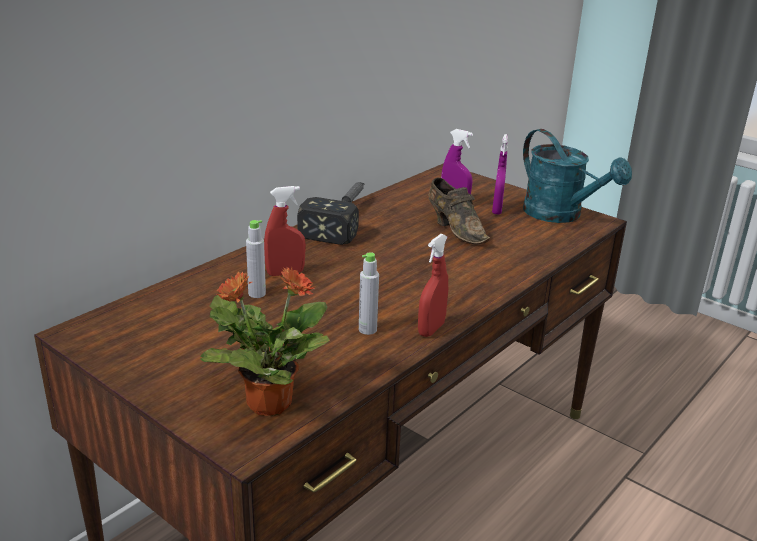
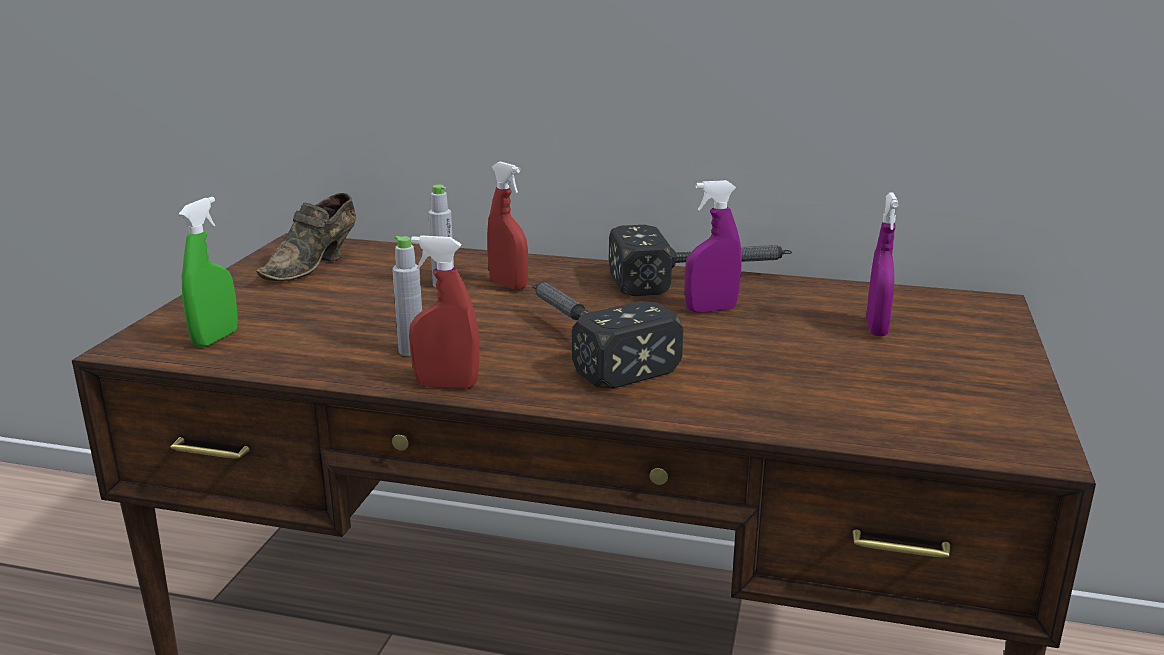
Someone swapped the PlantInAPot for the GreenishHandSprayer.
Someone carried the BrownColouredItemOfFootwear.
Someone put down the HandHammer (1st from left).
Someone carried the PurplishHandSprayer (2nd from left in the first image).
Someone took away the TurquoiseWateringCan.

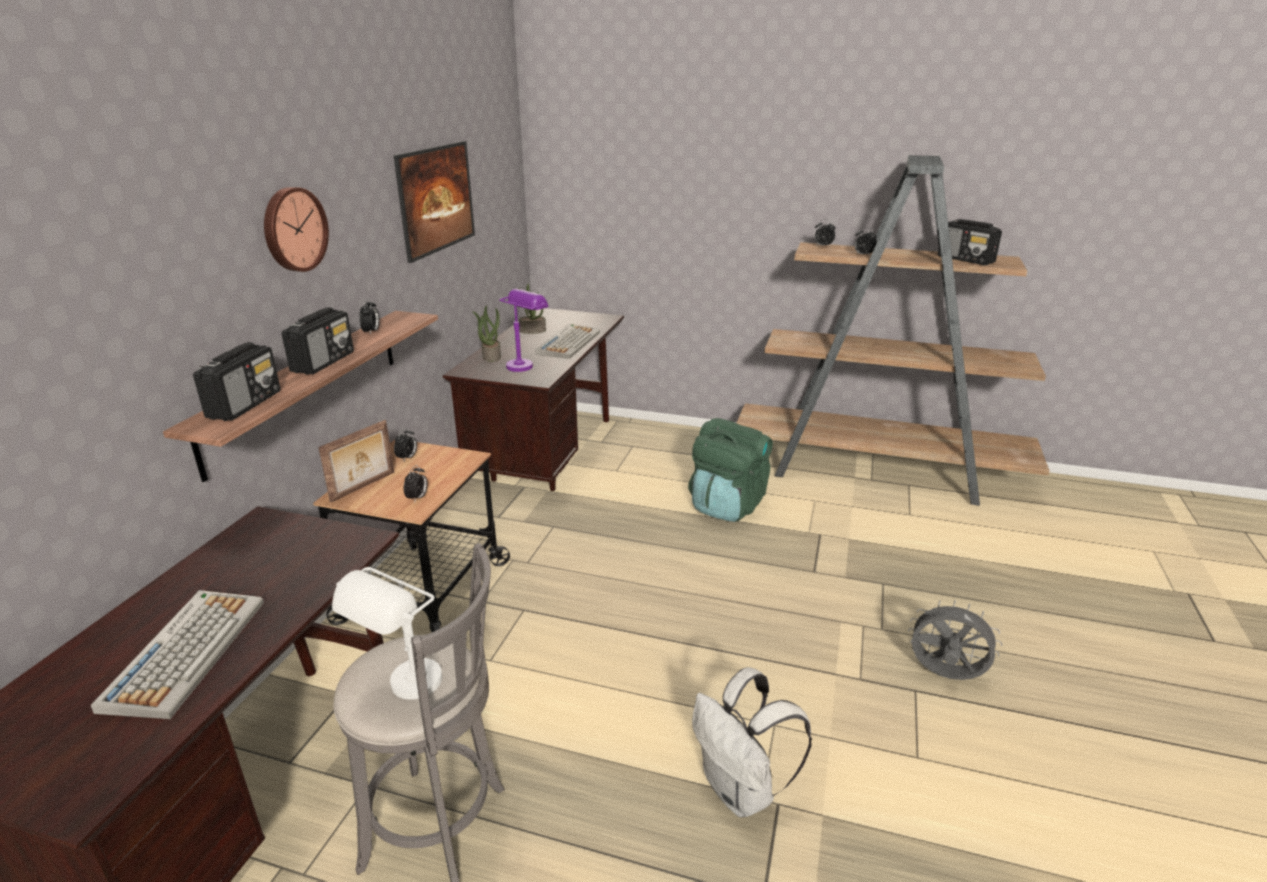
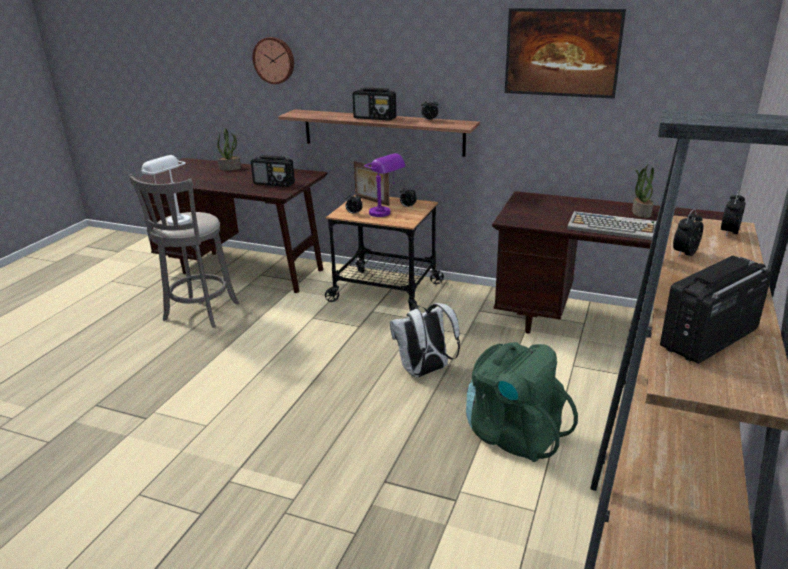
Someone carried the PlantInAPot (1st from left).
Someone carried the RadioSet (1st from left).
Someone carried the HangingClock.
Someone carried the PurplishLampForATable.
Someone carried the WhiteColouredRucksack.
Someone took away the PcKeyboard (1st from left).
Someone took away the GreyishCoolingFan.

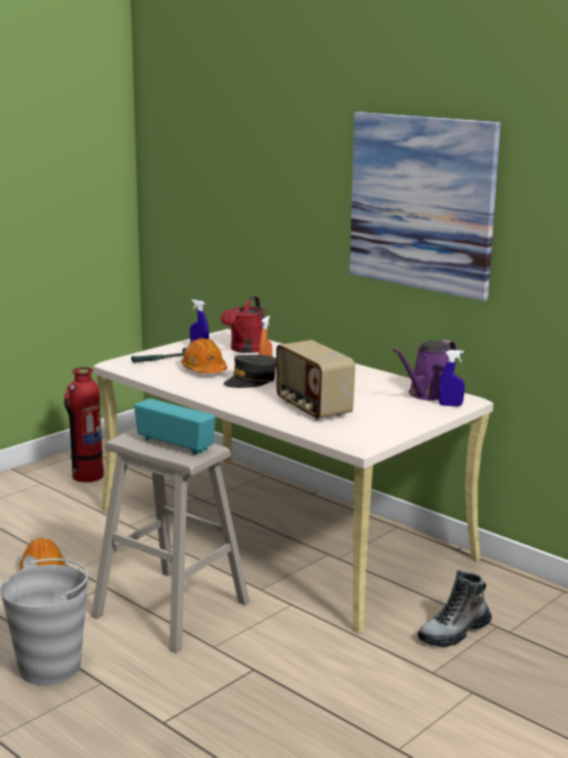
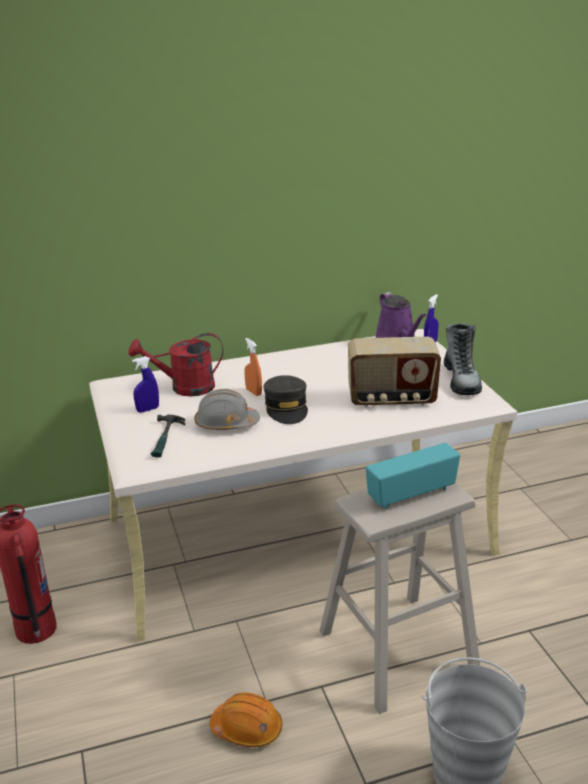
Someone rotated the RedWateringCan by 120 degrees clockwise.
Someone repainted the OrangeWorkHelmet (2nd from left), which became the GreyishWorkHelmet.
Someone carried the TallBoot.
Someone took away the WallArt.

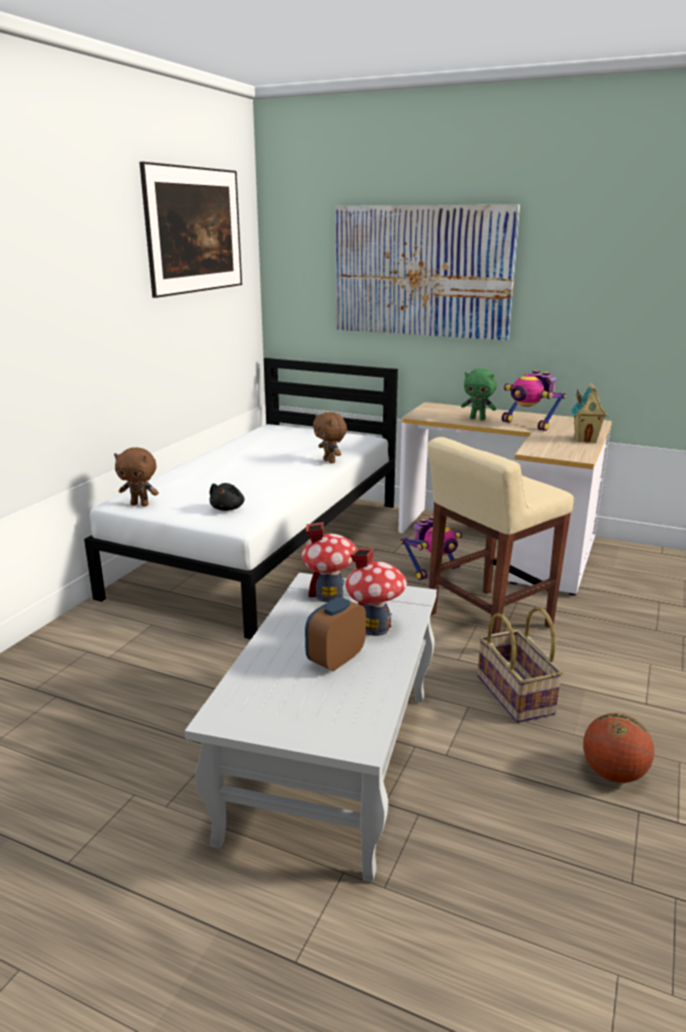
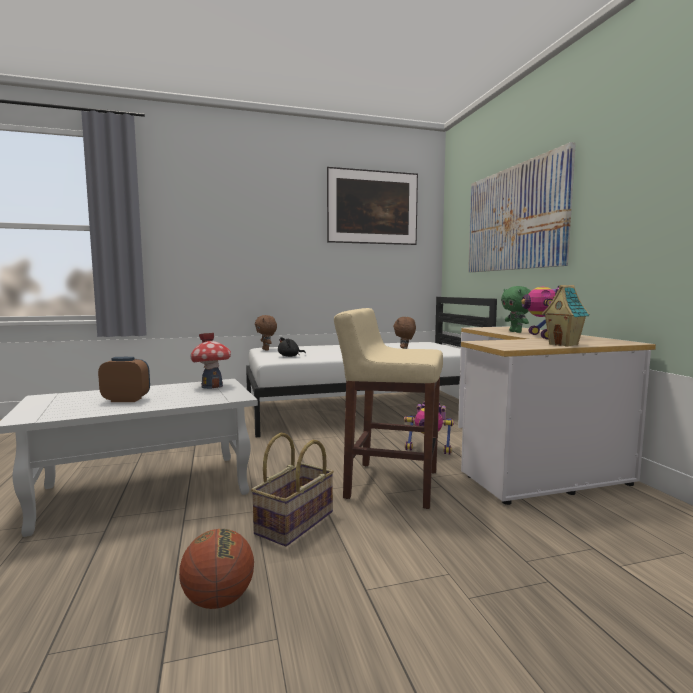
Someone took away the ModelHouse (2nd from left).

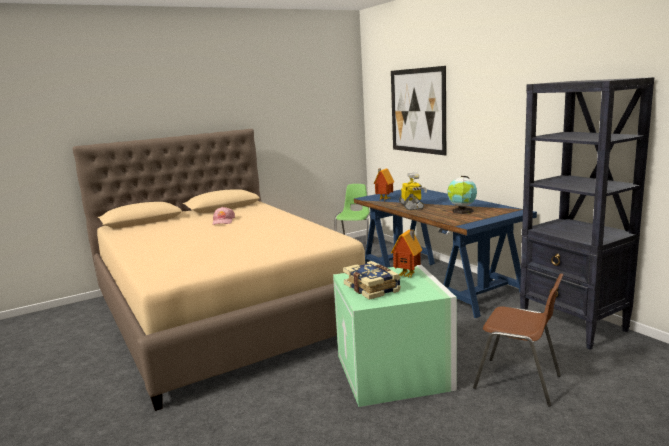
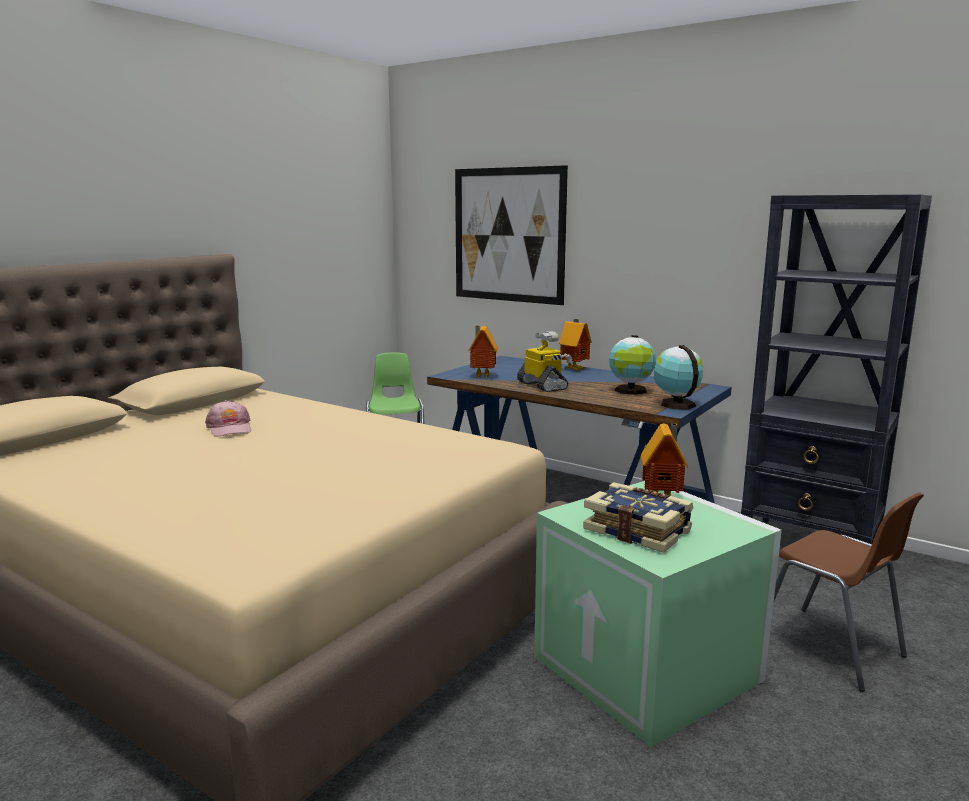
Someone put down the ModelHouse (2nd from left).
Someone put down the DeskGlobe (2nd from left).
Someone rotated the BrownColouredUprightChair by 45 degrees clockwise.

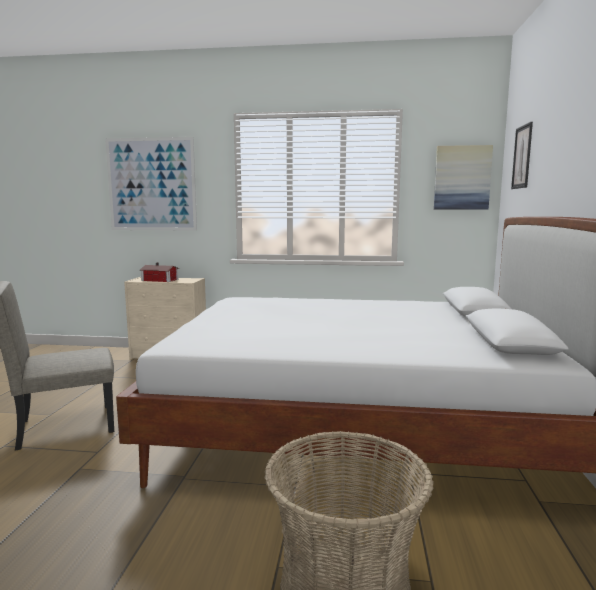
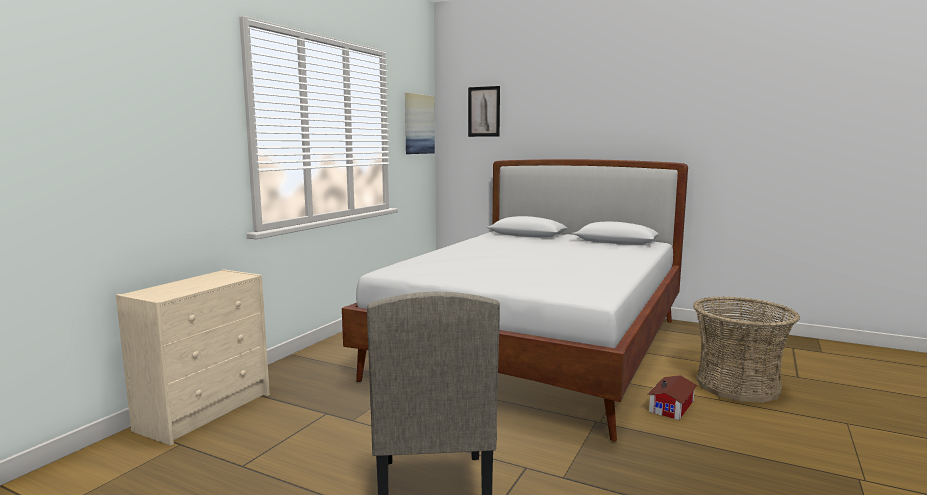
Someone carried the ModelHouse.
Someone took away the WallArt (1st from left).

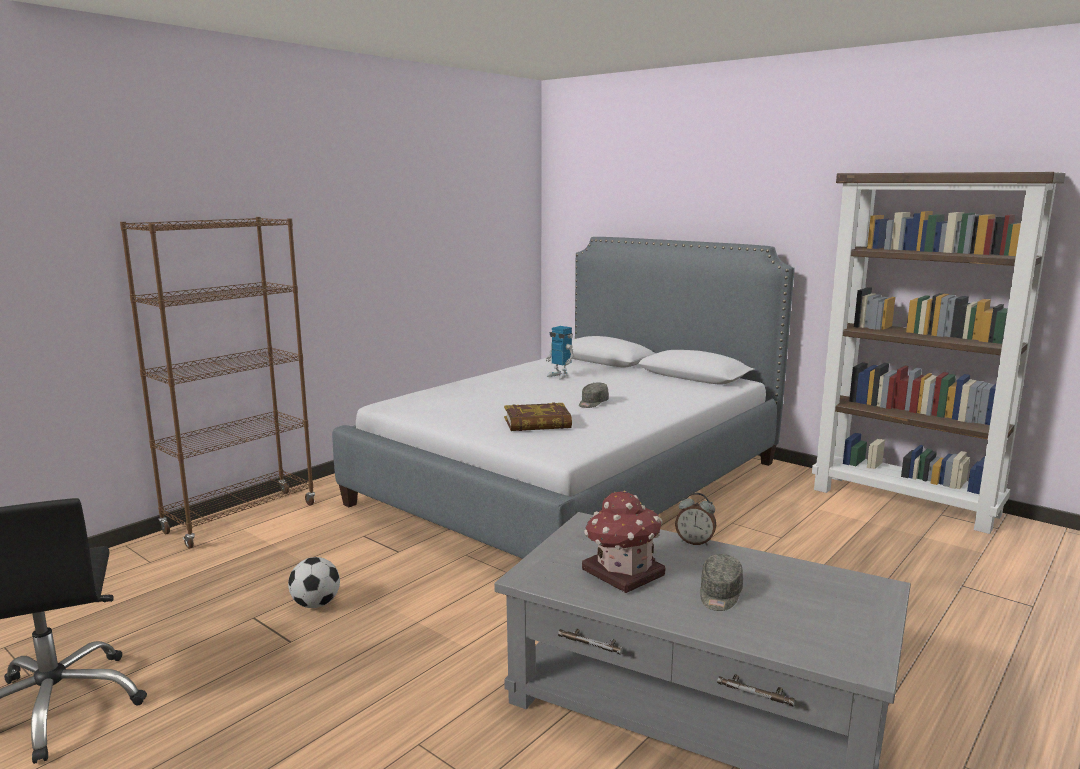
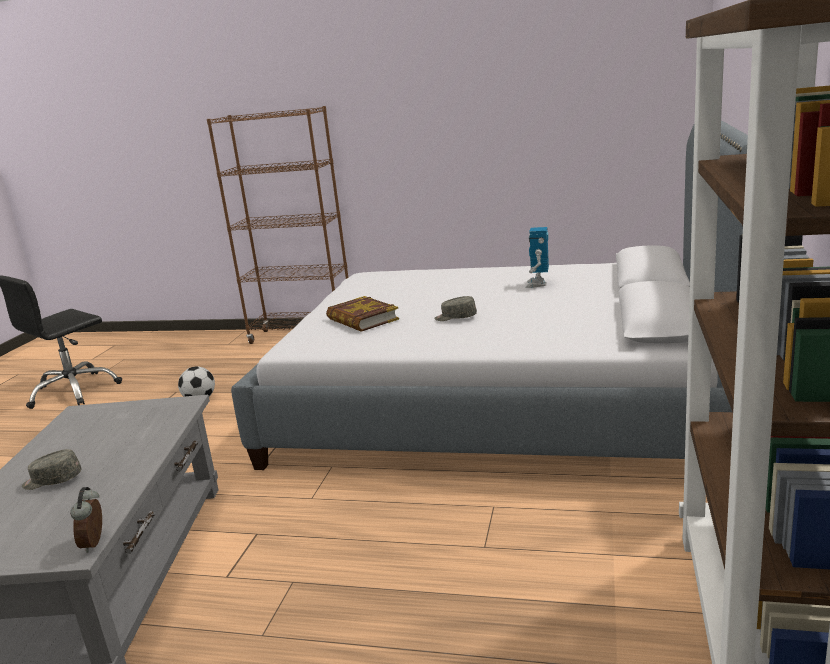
Someone carried the TableClock.
Someone took away the ModelHouse.

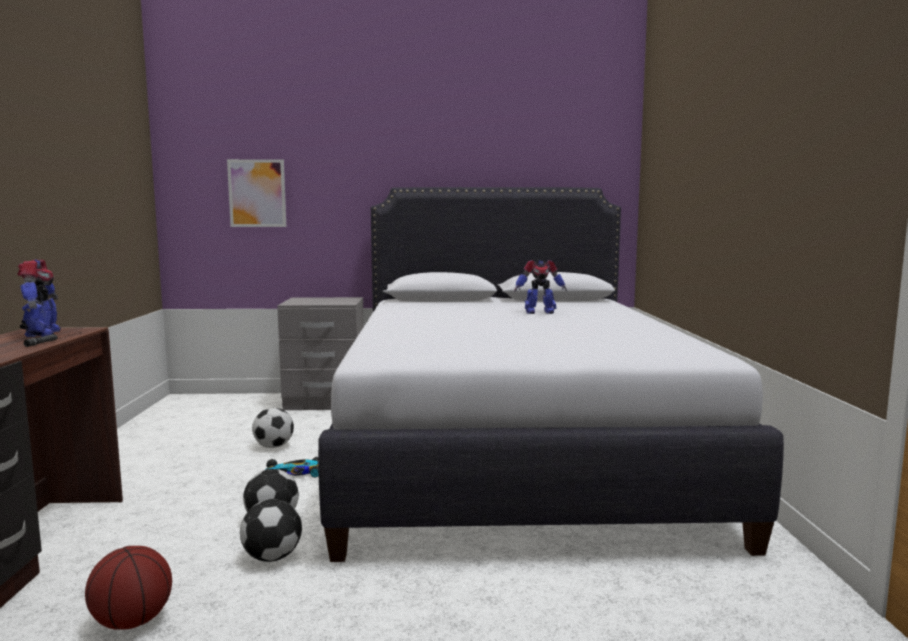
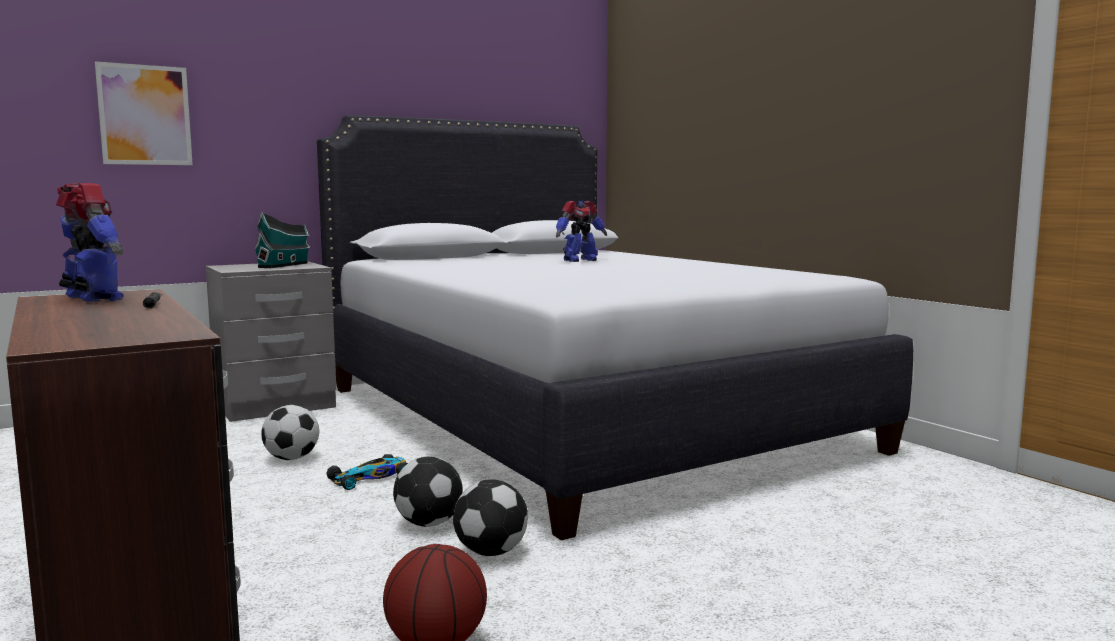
Someone put down the ModelHouse.

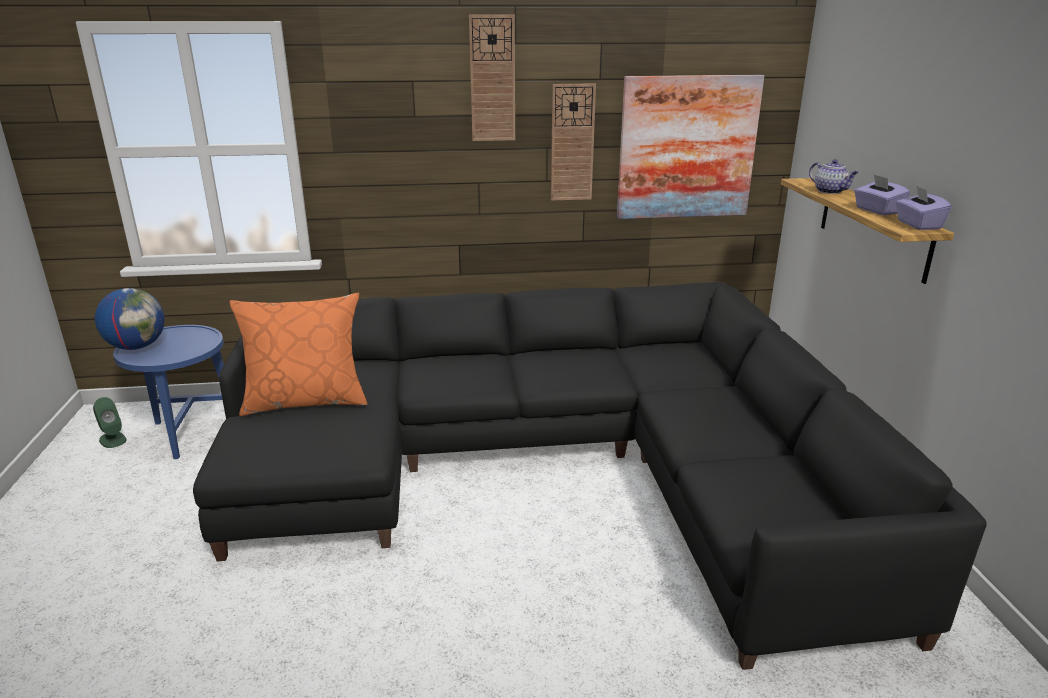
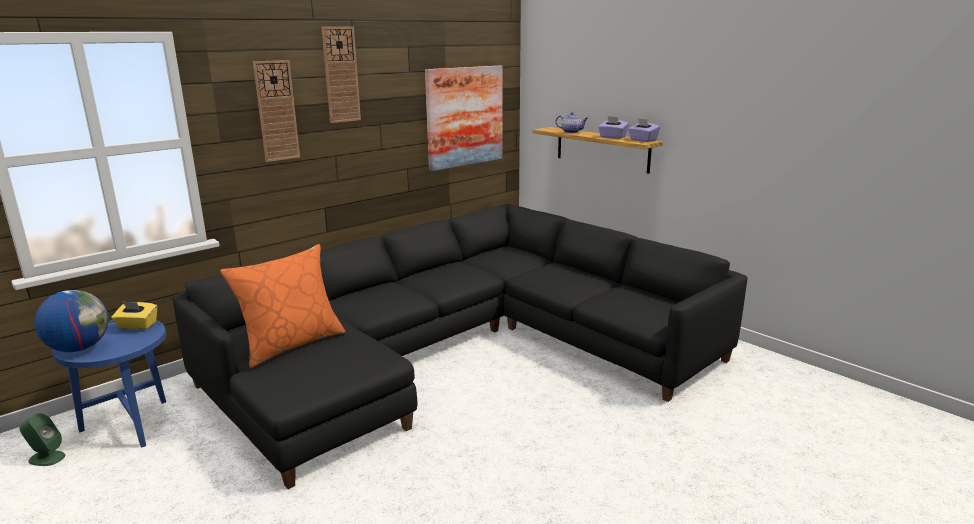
Someone put down the YellowishTissueHolder.
Someone carried the HangingClock (2nd from left in the first image).

